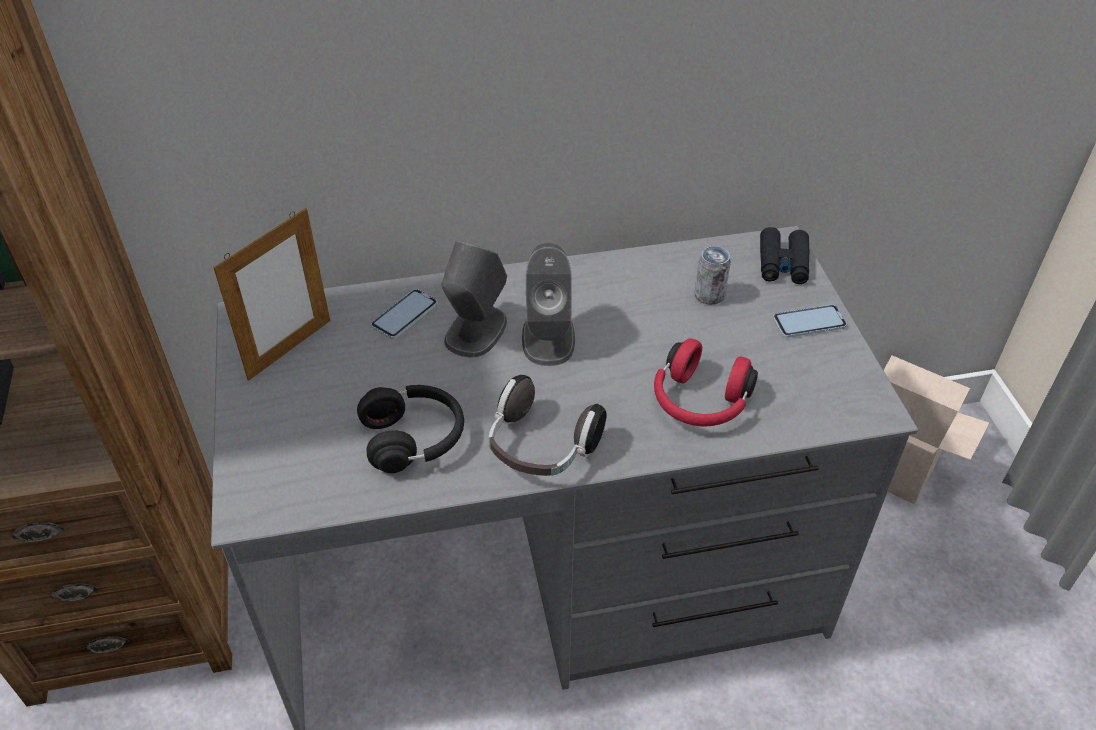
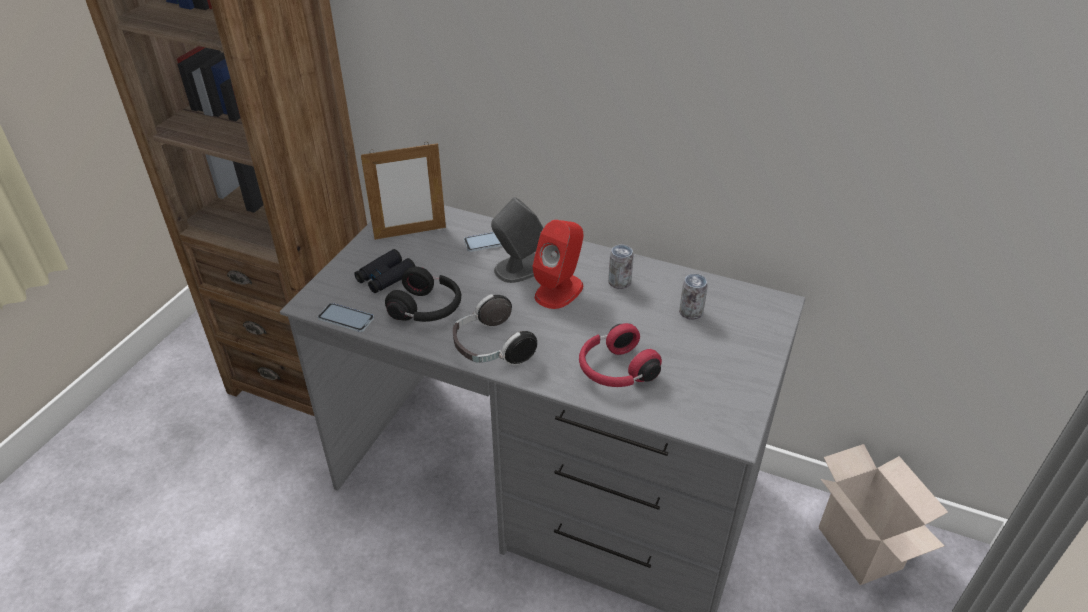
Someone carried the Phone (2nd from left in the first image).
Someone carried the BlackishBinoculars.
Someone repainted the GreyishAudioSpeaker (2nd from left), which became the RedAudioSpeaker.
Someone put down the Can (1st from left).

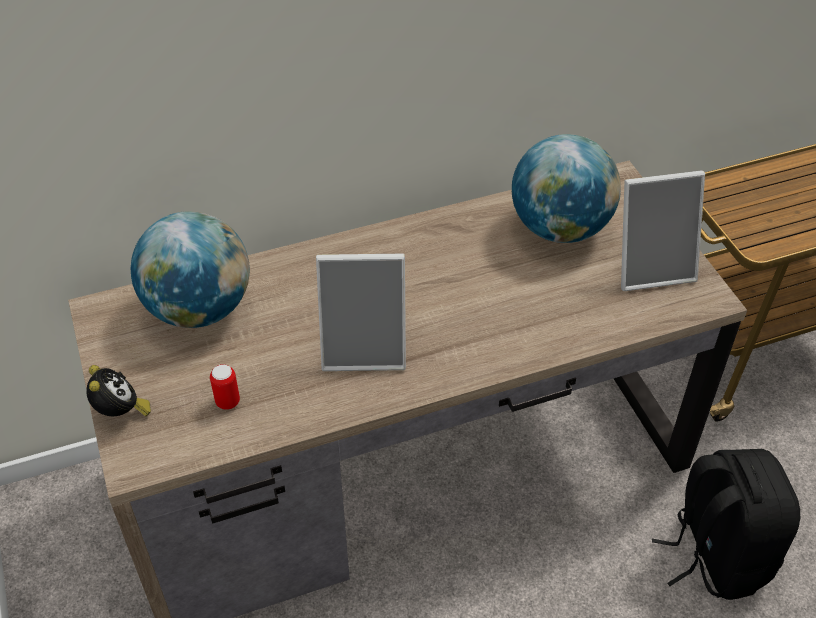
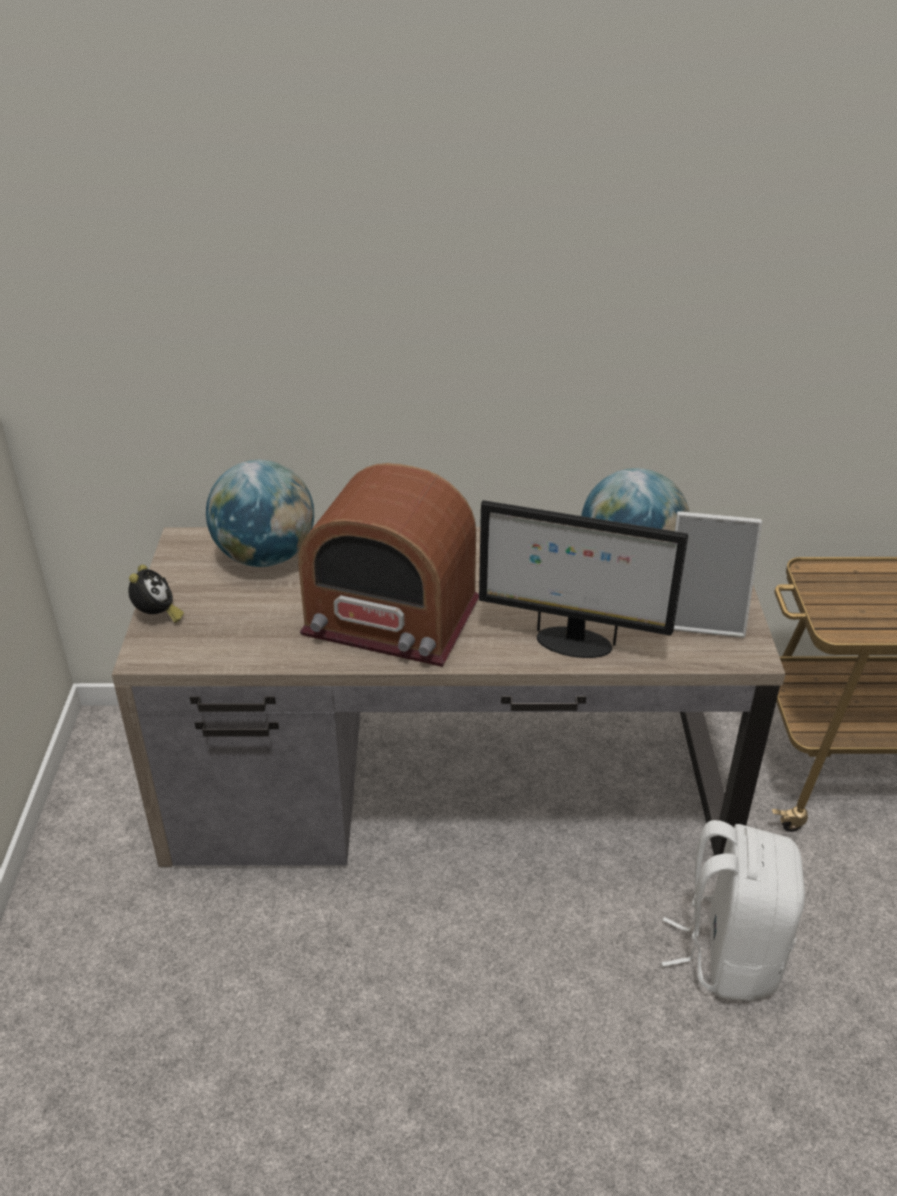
Someone swapped the StandingFrame (1st from left) for the RadioSet.
Someone put down the ComputerDisplay.
Someone repainted the BlackishRucksack, which became the WhiteColouredRucksack.
Someone took away the Can.

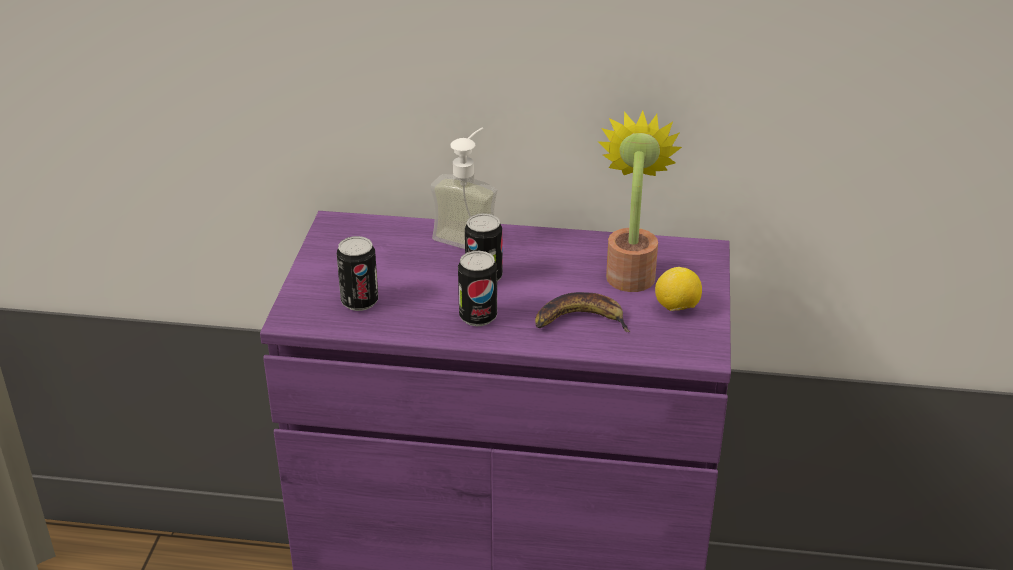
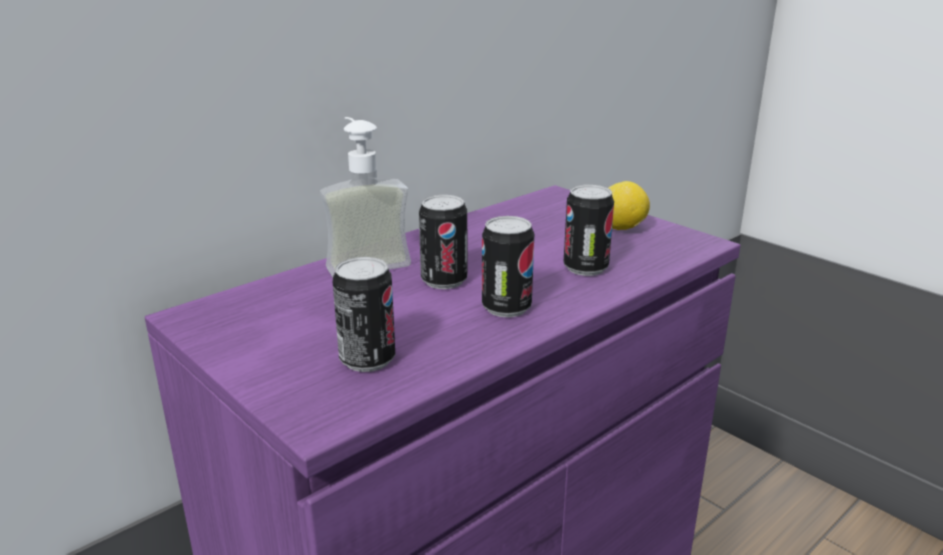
Someone swapped the BananaFruit for the Can (4th from left).
Someone took away the PlantInAPot.

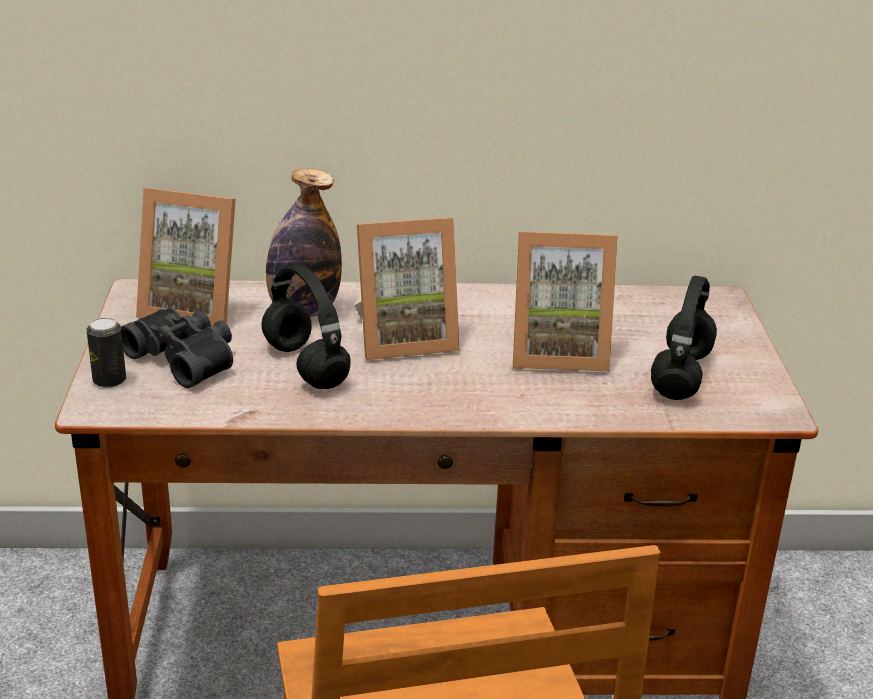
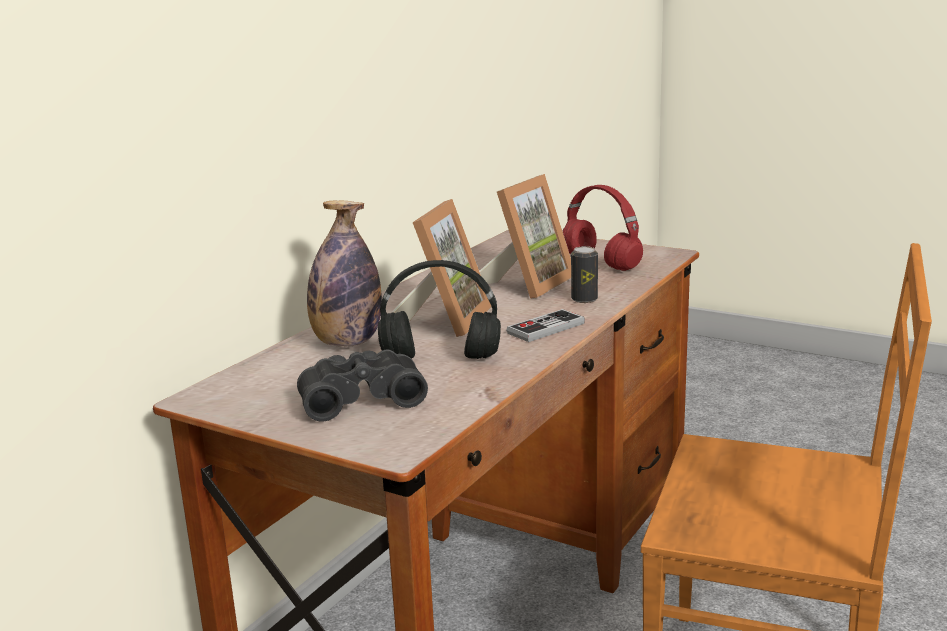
Someone put down the GameController.
Someone repainted the BlackishHeadset (2nd from left), which became the RedHeadset.
Someone carried the Can.
Someone took away the StandingFrame (1st from left).

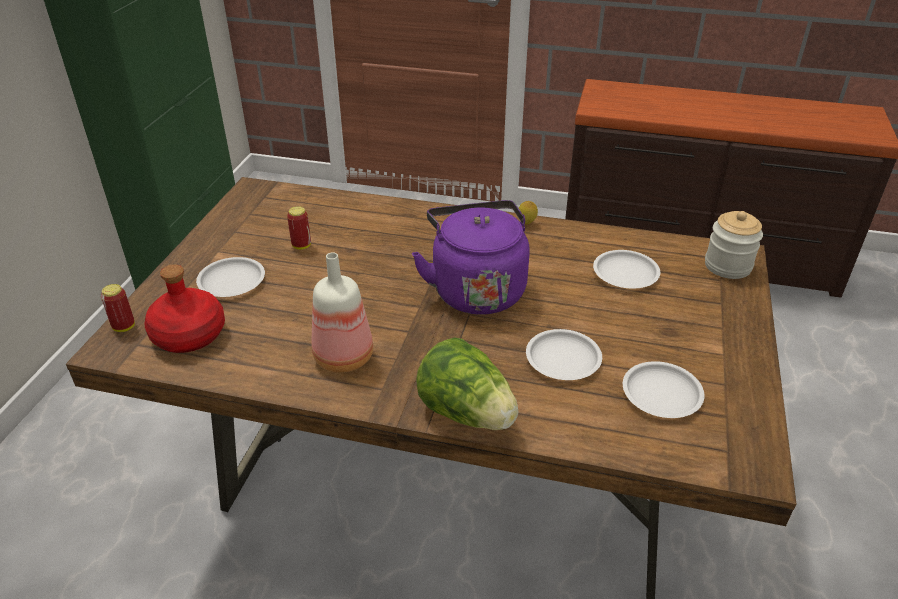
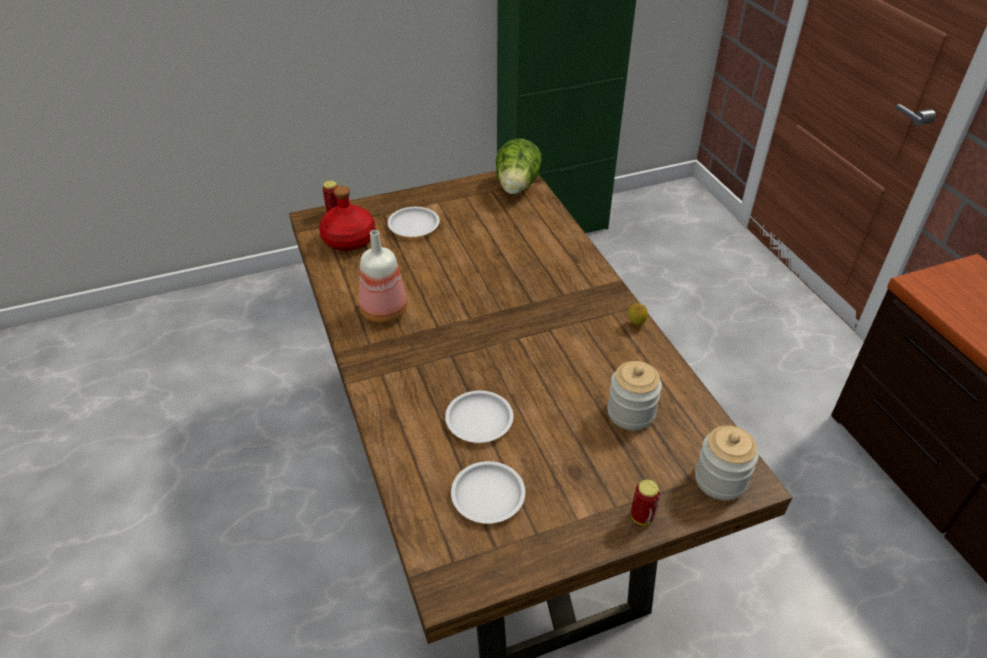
Someone carried the Lettuce.
Someone swapped the WhiteColouredPlate (3rd from left) for the PreserveJar (1st from left).
Someone carried the Can (2nd from left).
Someone took away the PurplishWaterKettle.

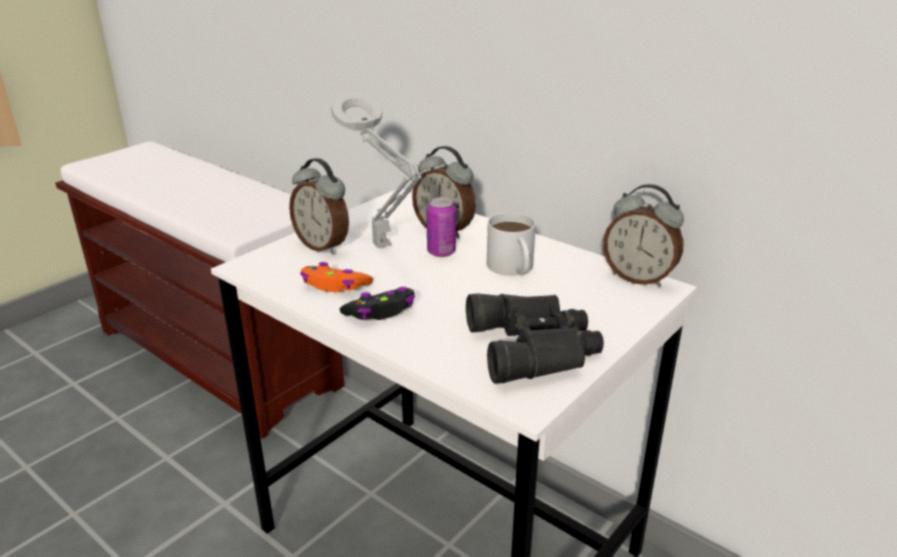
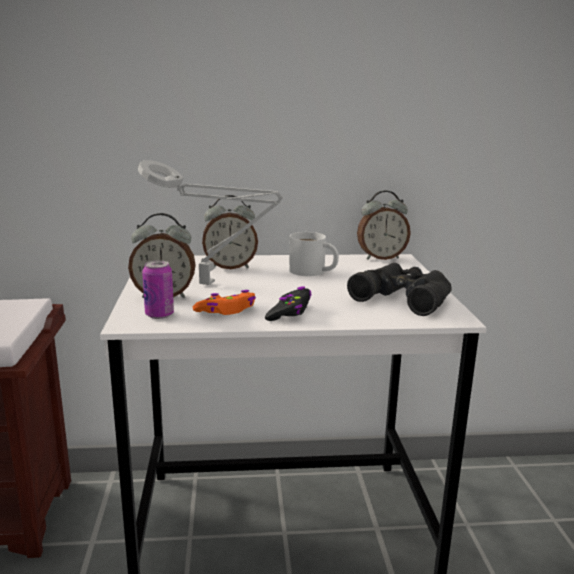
Someone carried the Can.

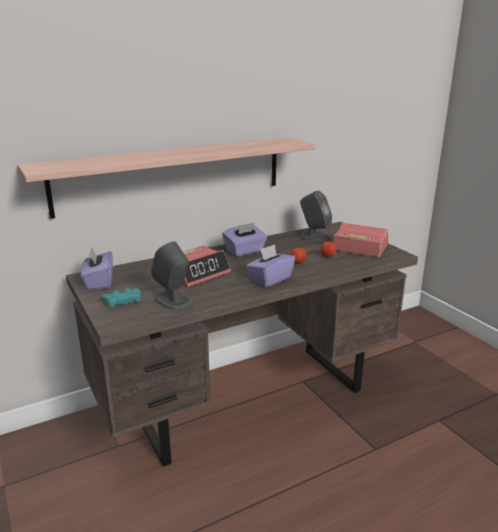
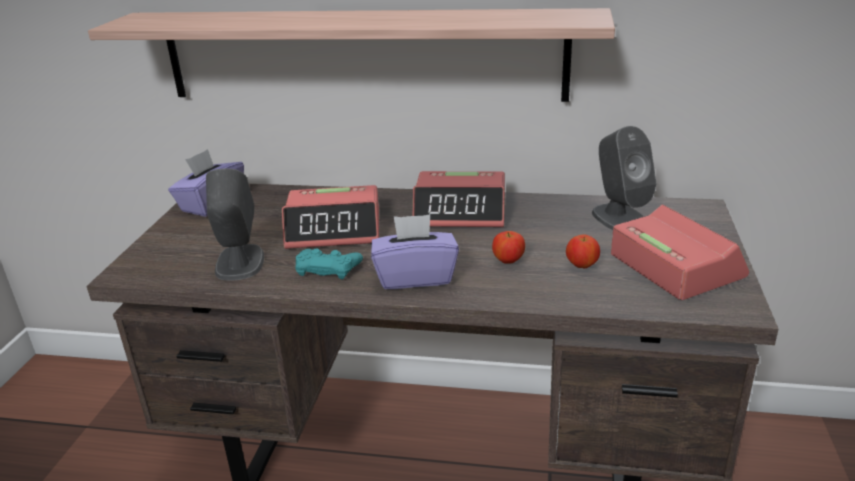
Someone carried the TurquoiseGameController.
Someone swapped the PurplishTissueHolder (2nd from left) for the TableClock (2nd from left).

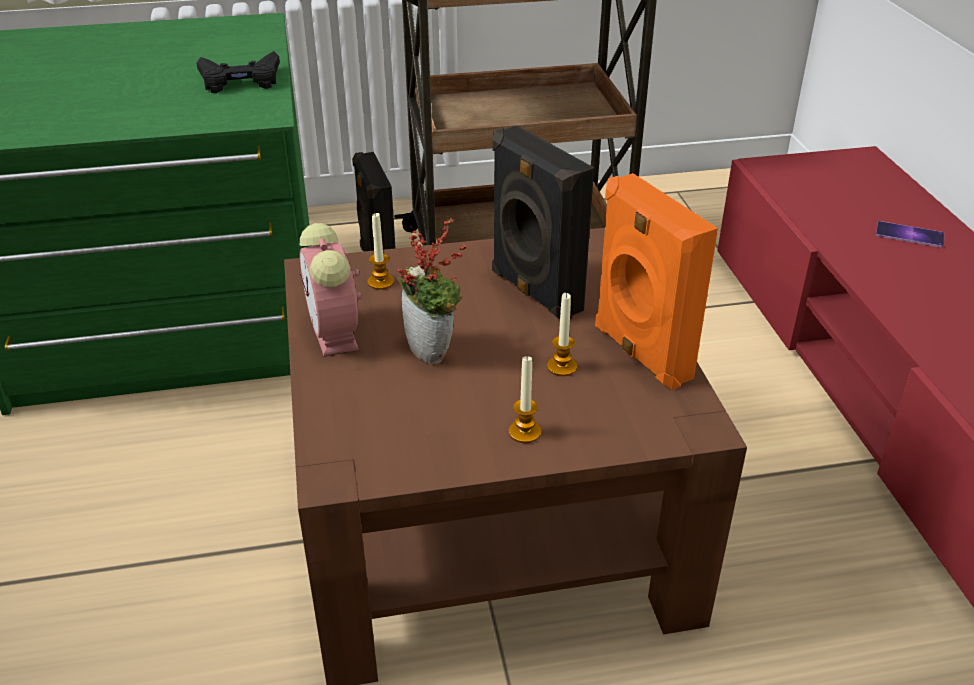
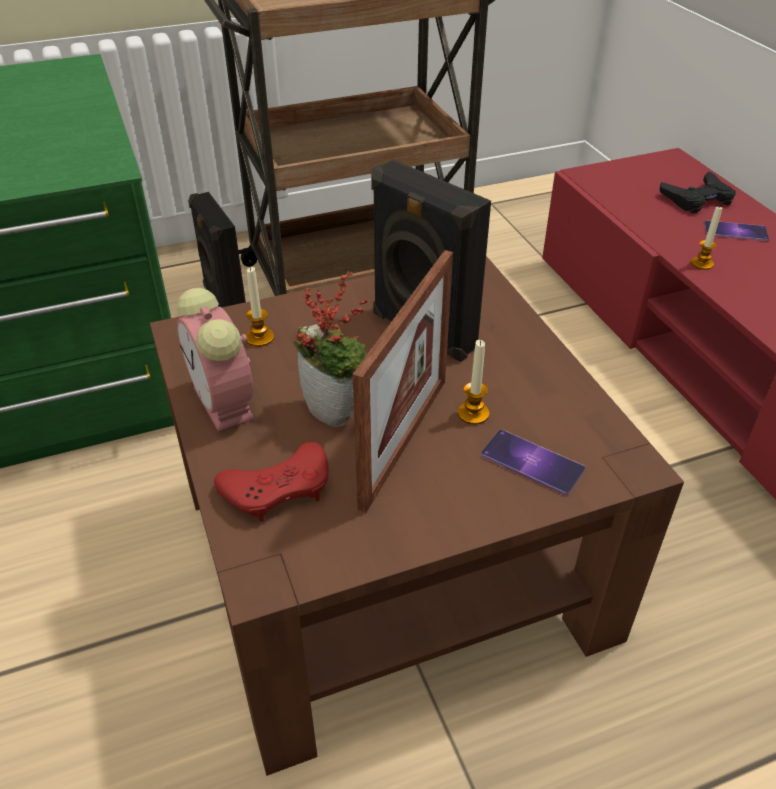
Someone put down the RedGameController.
Someone put down the StandingFrame.
Someone put down the Phone (1st from left).
Someone carried the BlackishGameController.
Someone carried the WaxCandle (2nd from left in the first image).
Someone took away the OrangeAudioSpeaker.

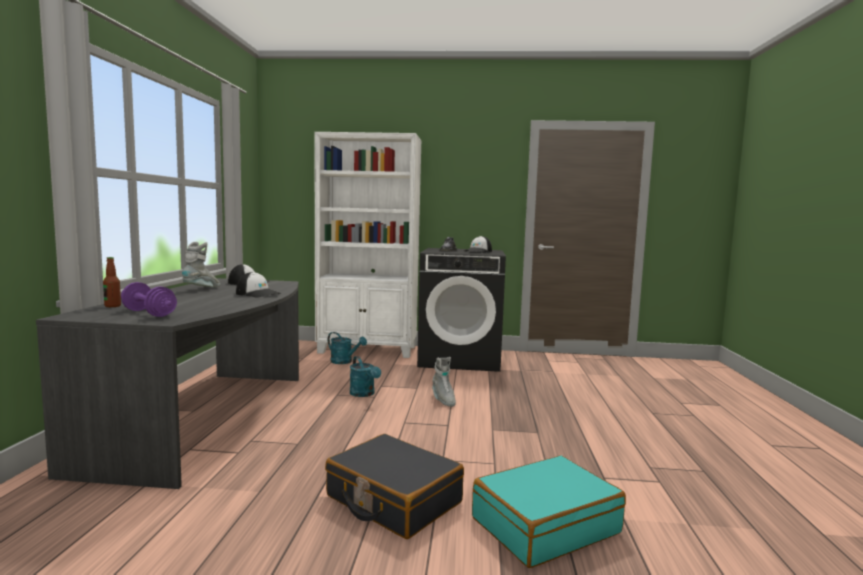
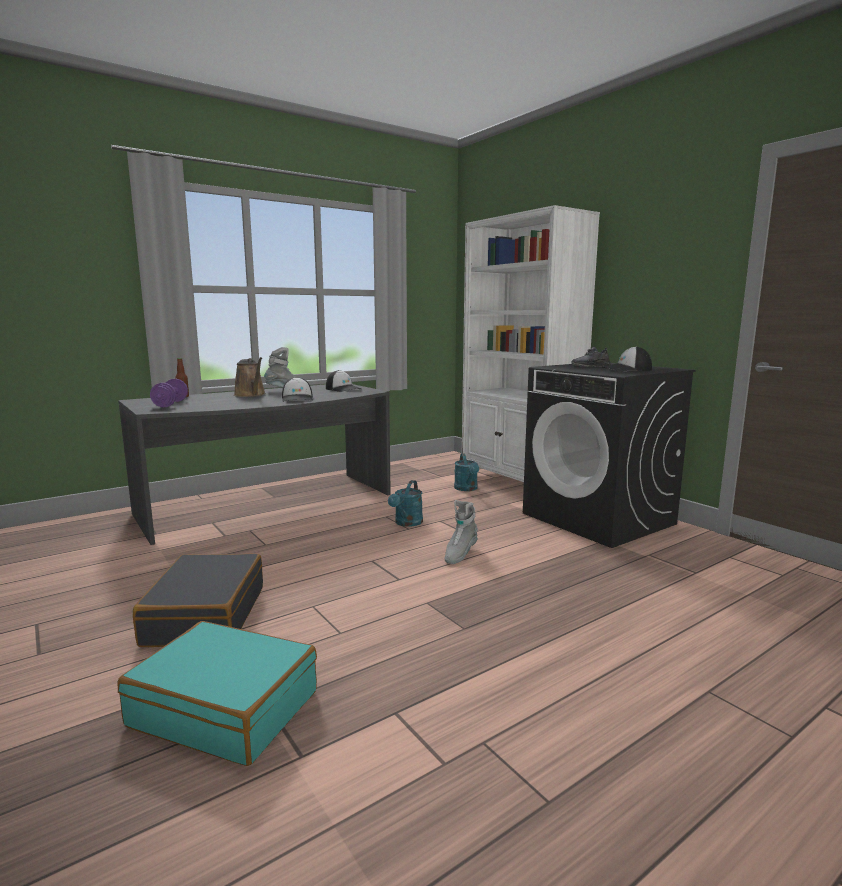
Someone put down the BrownColouredWateringCan.

